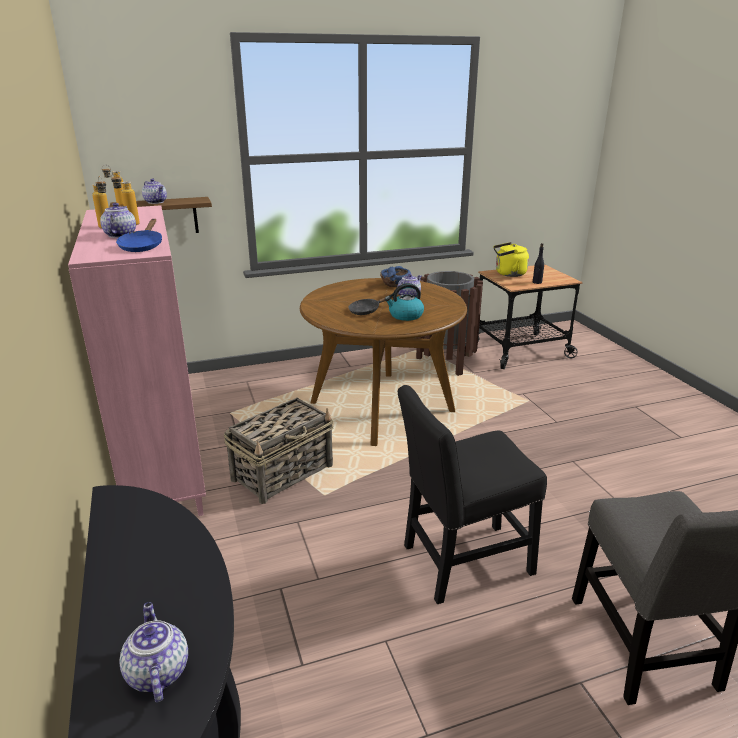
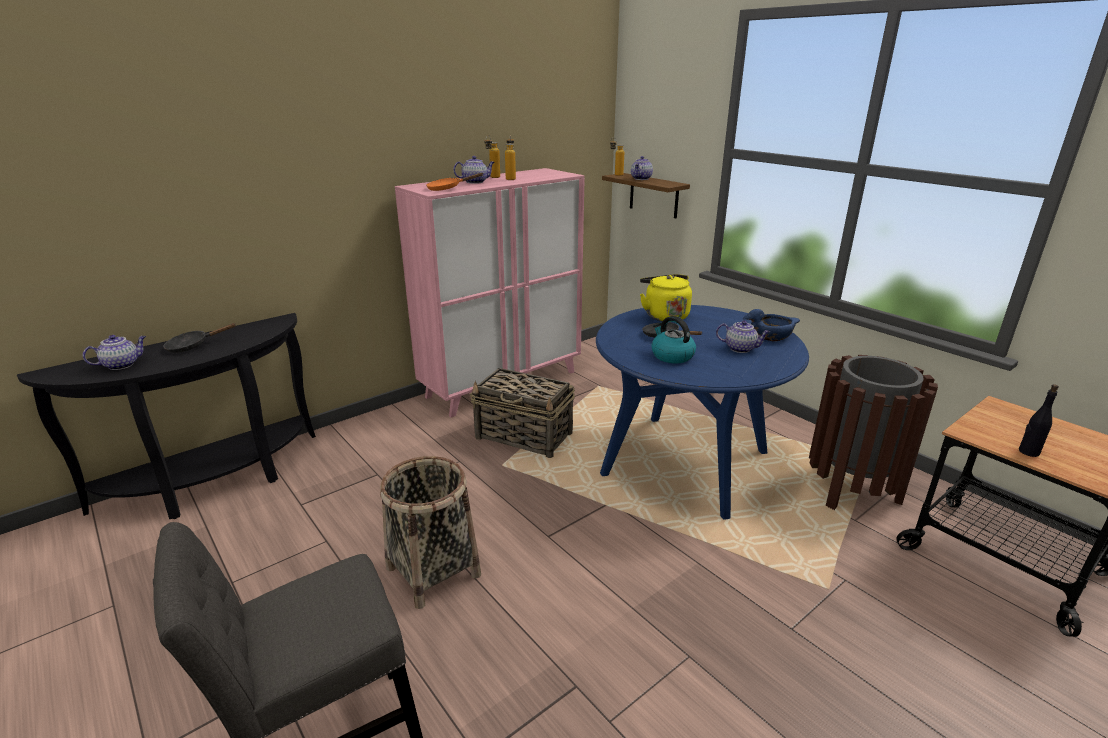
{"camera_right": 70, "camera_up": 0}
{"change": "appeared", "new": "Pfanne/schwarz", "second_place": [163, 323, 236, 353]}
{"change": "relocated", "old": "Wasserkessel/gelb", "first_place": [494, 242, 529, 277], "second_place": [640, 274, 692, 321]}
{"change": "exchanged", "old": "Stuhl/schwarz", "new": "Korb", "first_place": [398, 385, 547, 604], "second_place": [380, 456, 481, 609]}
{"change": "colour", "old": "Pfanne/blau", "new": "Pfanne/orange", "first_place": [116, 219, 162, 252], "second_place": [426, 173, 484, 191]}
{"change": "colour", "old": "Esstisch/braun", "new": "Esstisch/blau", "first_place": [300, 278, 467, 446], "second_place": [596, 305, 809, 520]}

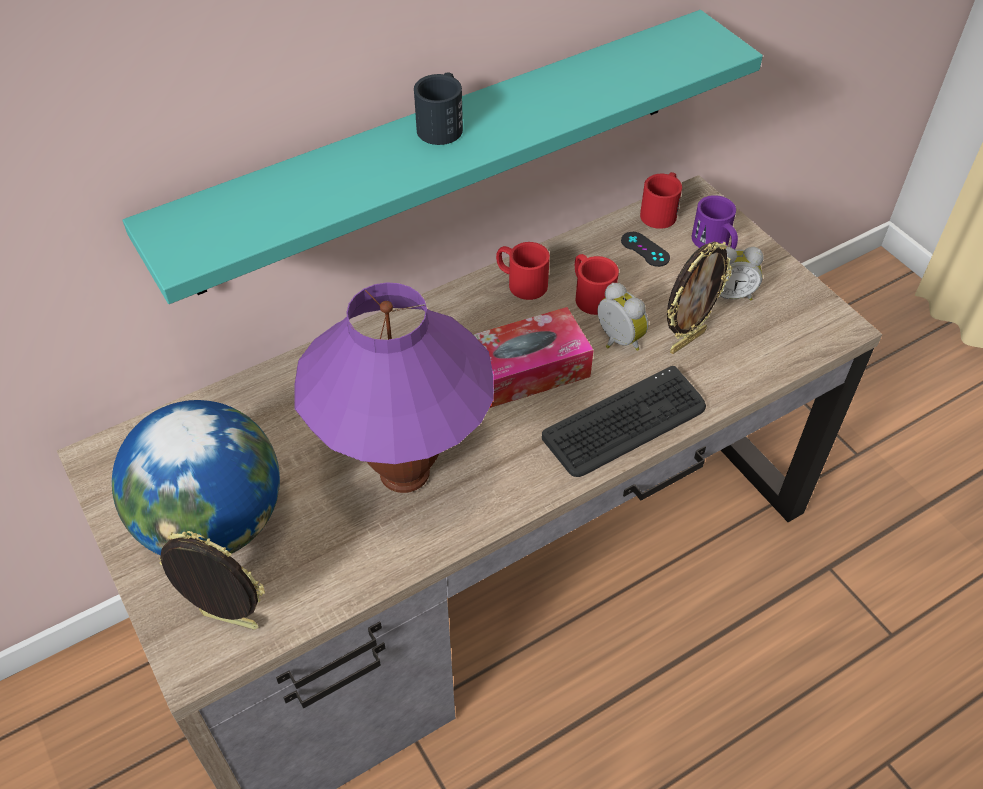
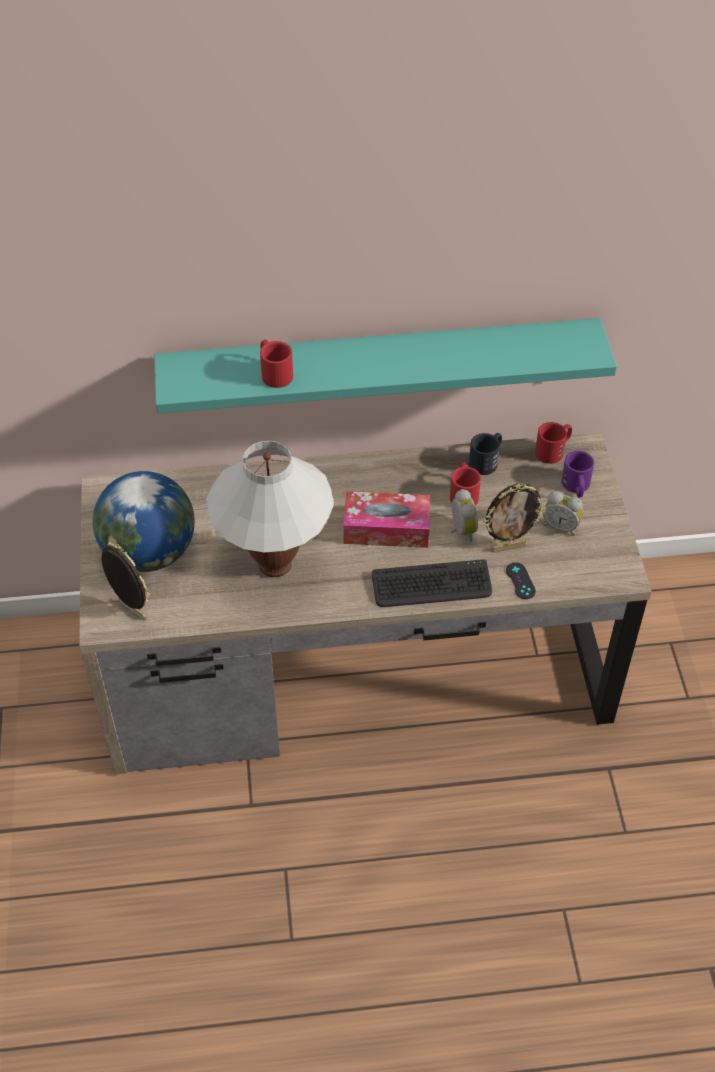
{"camera_right": 25, "camera_up": 0}
{"change": "relocated", "old": "Henkelbecher/schwarz", "first_place": [414, 72, 463, 145], "second_place": [469, 433, 502, 475]}
{"change": "relocated", "old": "Henkelbecher/rot", "first_place": [496, 242, 550, 300], "second_place": [260, 340, 293, 388]}
{"change": "relocated", "old": "Gamepad/schwarz", "first_place": [621, 232, 670, 267], "second_place": [506, 562, 536, 599]}
{"change": "colour", "old": "Tischlampe/lila", "new": "Tischlampe/weiß", "first_place": [295, 282, 494, 493], "second_place": [206, 441, 334, 577]}

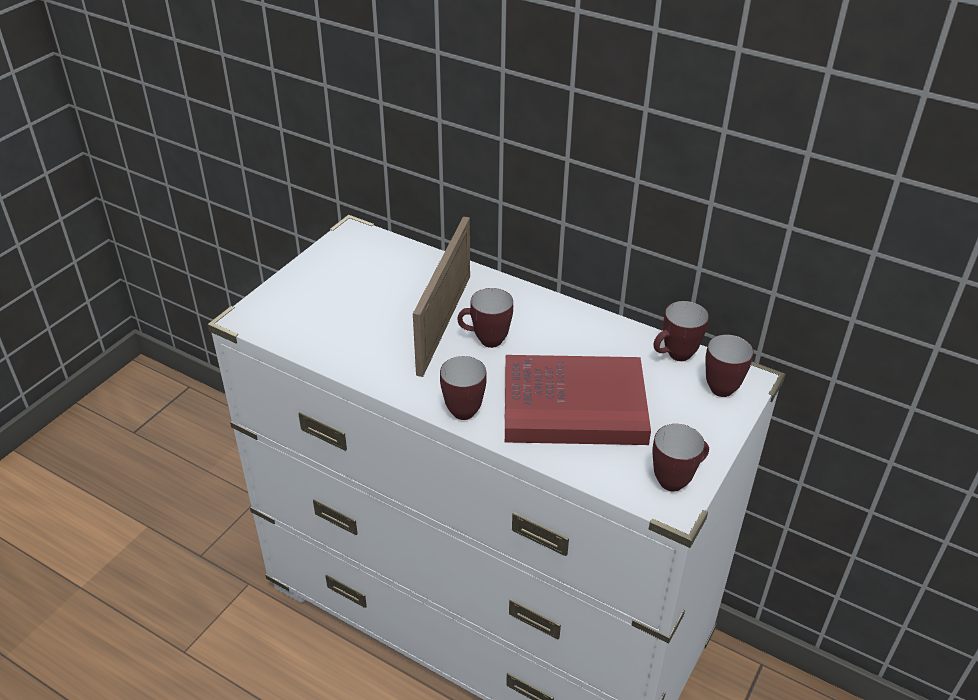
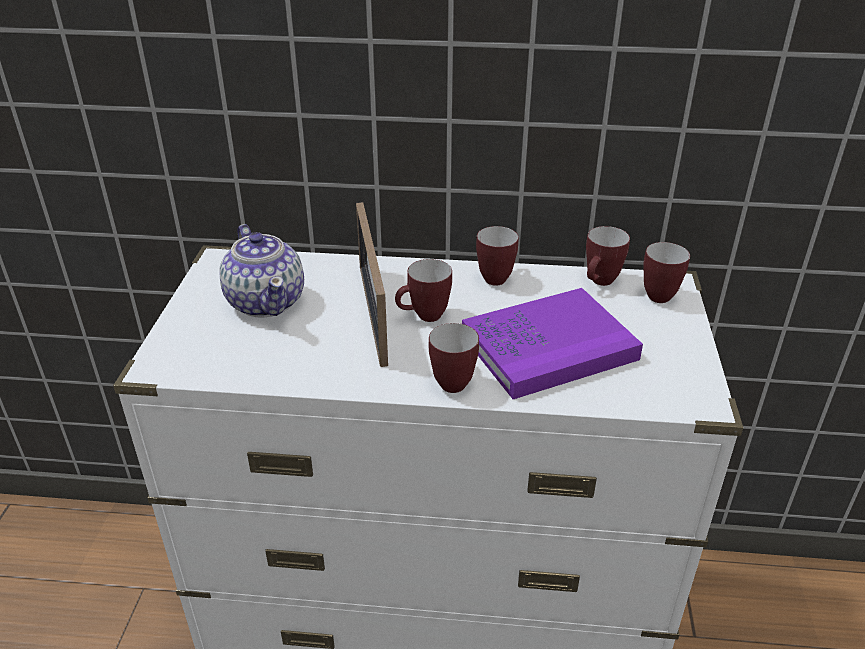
{"camera_right": -25, "camera_up": -5}
{"change": "appeared", "new": "Teekanne", "second_place": [219, 224, 304, 318]}
{"change": "relocated", "old": "Henkelbecher", "first_place": [652, 424, 709, 492], "second_place": [476, 226, 519, 286]}
{"change": "colour", "old": "Buch/rot", "new": "Buch/lila", "first_place": [505, 355, 651, 445], "second_place": [462, 288, 643, 399]}

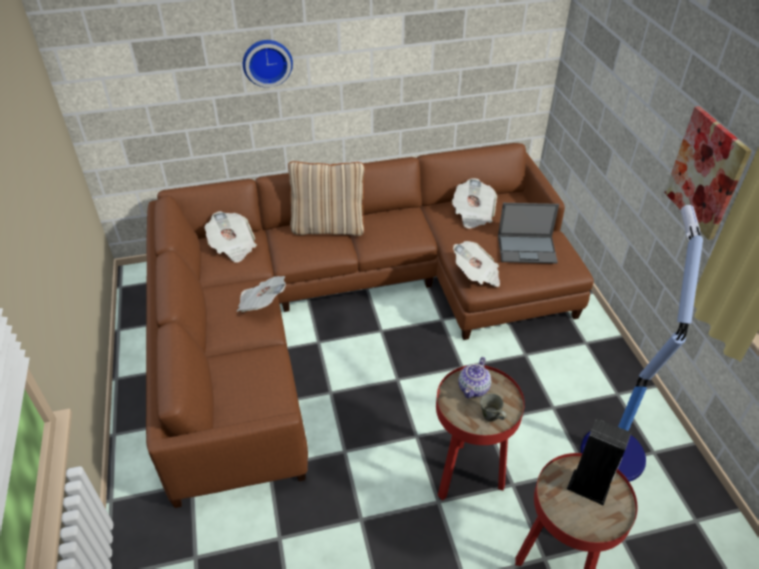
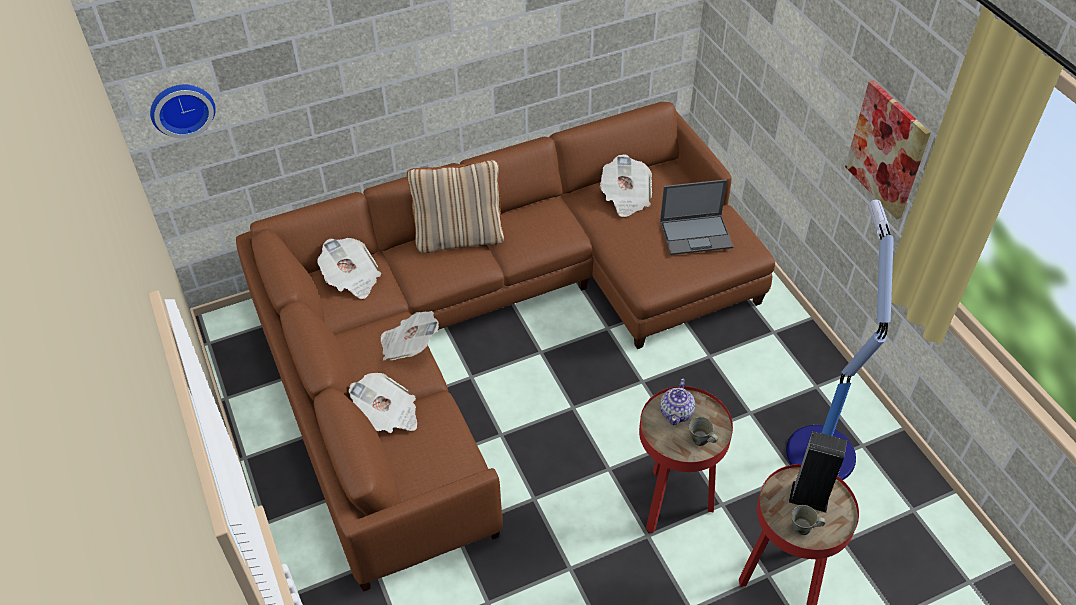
{"camera_right": -10, "camera_up": 5}
{"change": "appeared", "new": "Henkelbecher/grau", "second_place": [791, 505, 825, 535]}
{"change": "relocated", "old": "Wanduhr", "first_place": [243, 40, 293, 88], "second_place": [150, 85, 216, 139]}
{"change": "relocated", "old": "Zeitung", "first_place": [453, 241, 500, 287], "second_place": [349, 373, 417, 433]}

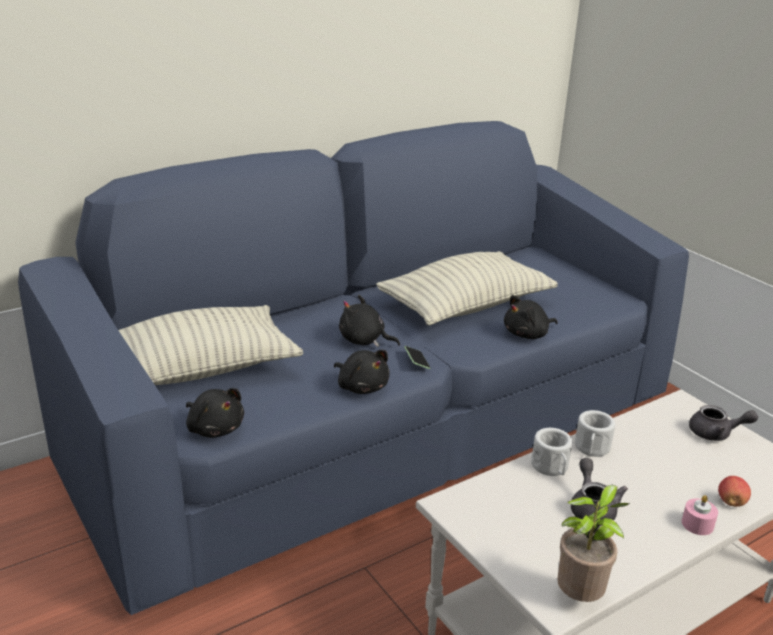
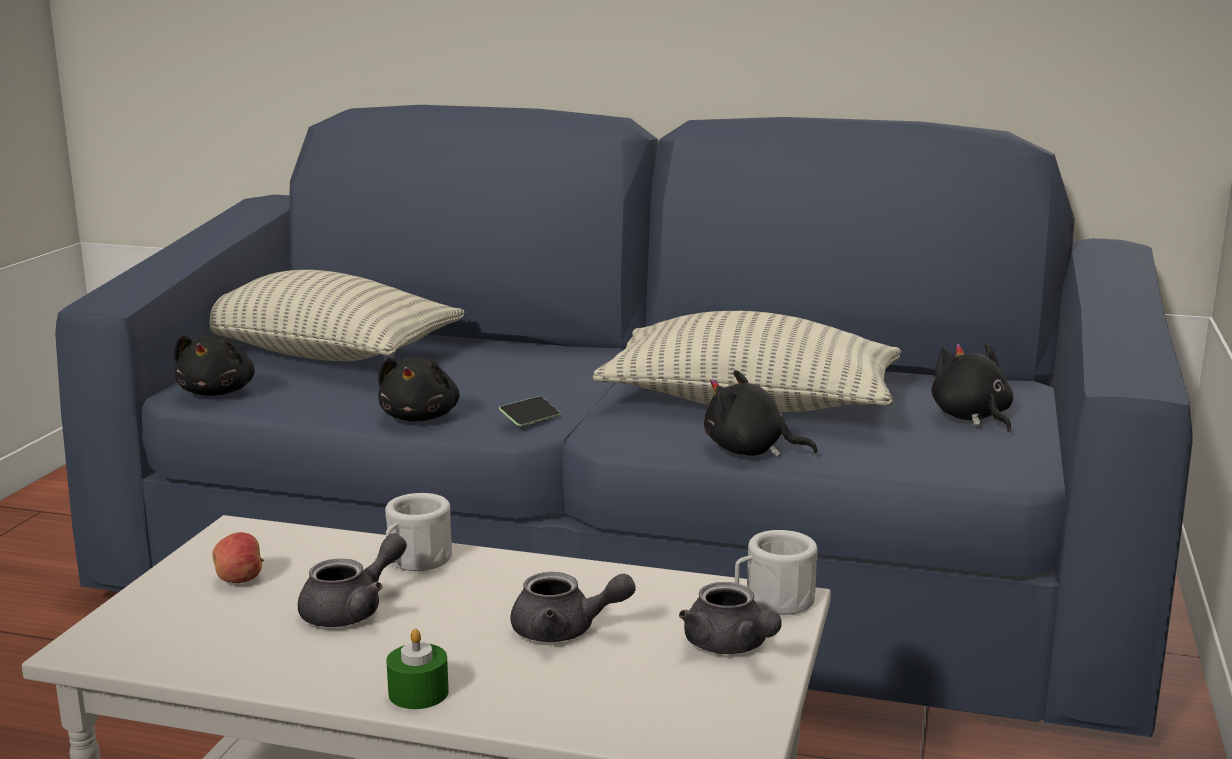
{"camera_right": 50, "camera_up": -10}
{"change": "missing", "old": "Topfpflanze", "first_place": [557, 485, 630, 602]}
{"change": "appeared", "new": "Teekanne/grau", "second_place": [510, 572, 635, 642]}
{"change": "relocated", "old": "Plüschtier/schwarz", "first_place": [339, 295, 400, 347], "second_place": [932, 343, 1013, 432]}
{"change": "relocated", "old": "Henkelbecher/weiß", "first_place": [575, 410, 615, 457], "second_place": [735, 530, 818, 615]}
{"change": "relocated", "old": "Apfel", "first_place": [718, 476, 751, 507], "second_place": [212, 532, 264, 583]}
{"change": "colour", "old": "Kerze/rosa", "new": "Kerze/grün", "first_place": [682, 495, 718, 535], "second_place": [386, 629, 449, 709]}

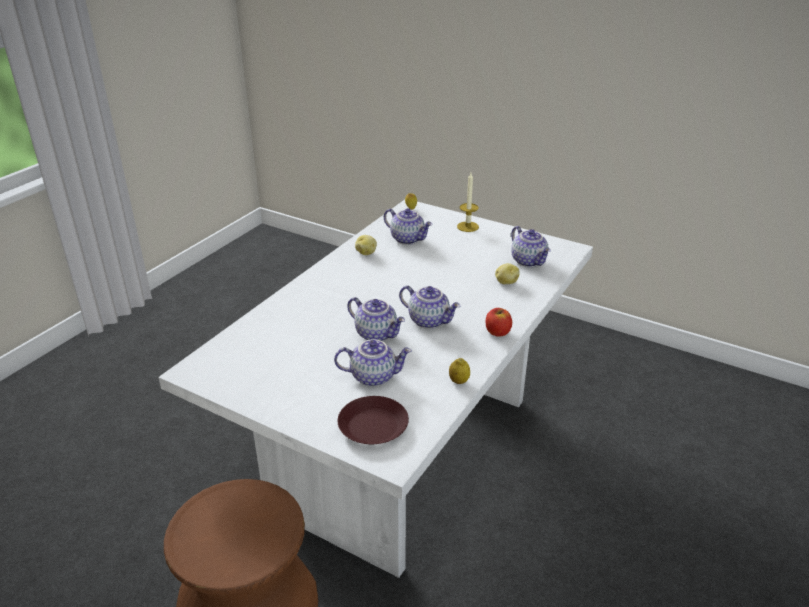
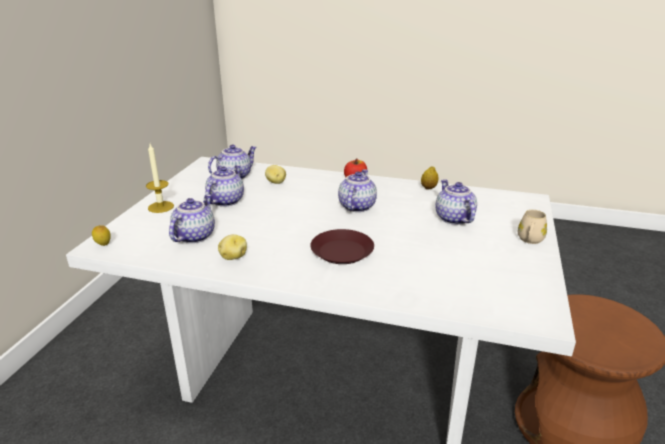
{"camera_right": -105, "camera_up": -5}
{"change": "appeared", "new": "Henkelbecher/beige", "second_place": [518, 210, 547, 244]}
{"change": "relocated", "old": "Teller/braun", "first_place": [338, 396, 409, 444], "second_place": [310, 229, 374, 264]}
{"change": "relocated", "old": "Teekanne", "first_place": [347, 297, 405, 341], "second_place": [205, 165, 244, 207]}

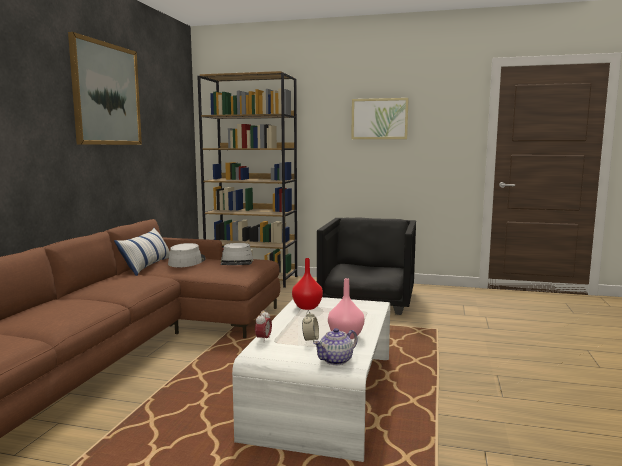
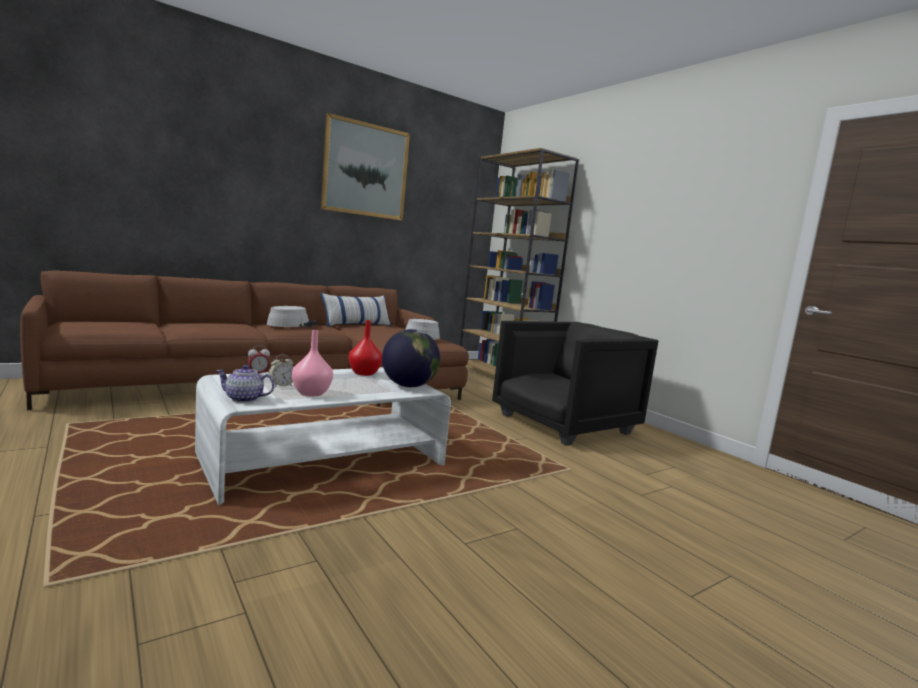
{"camera_right": 40, "camera_up": 0}
{"change": "missing", "old": "Bild", "first_place": [351, 98, 409, 139]}
{"change": "appeared", "new": "Globus", "second_place": [382, 329, 440, 387]}
{"change": "relocated", "old": "Hut/grau", "first_place": [168, 243, 206, 267], "second_place": [267, 306, 318, 327]}

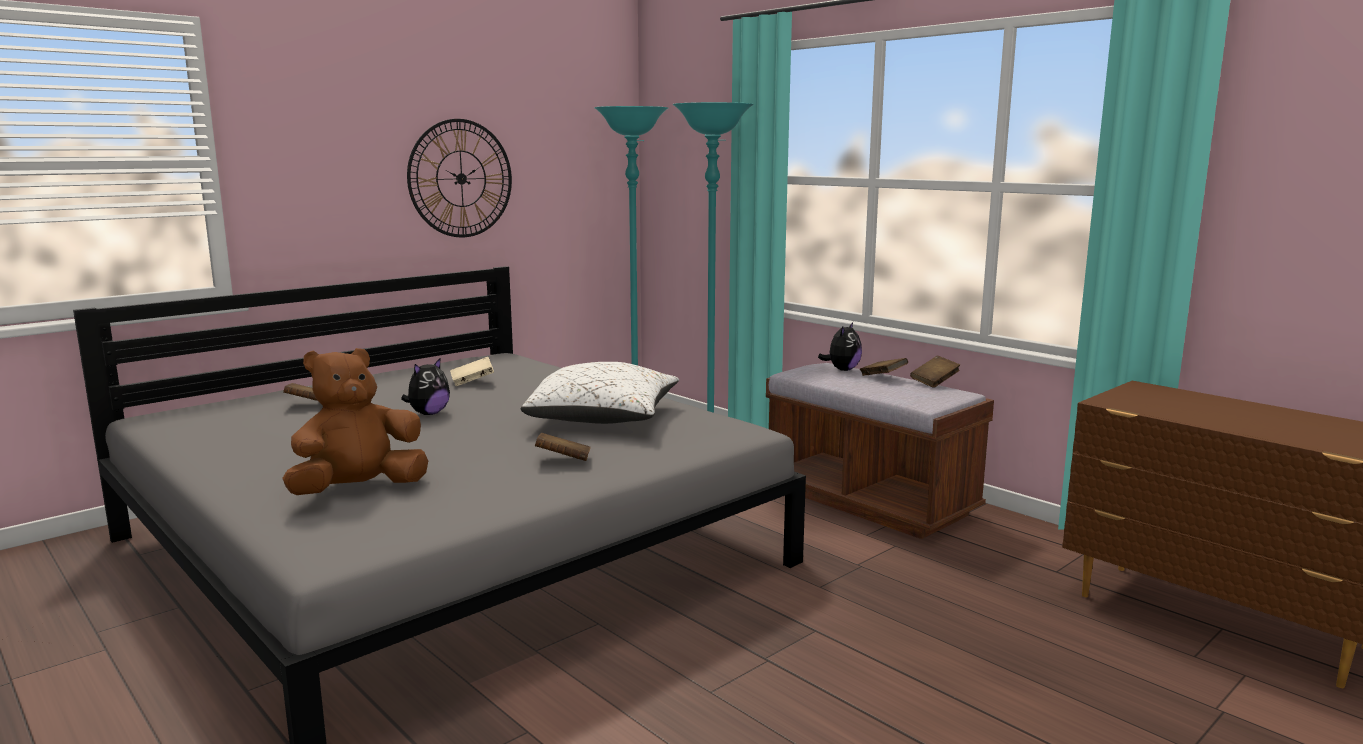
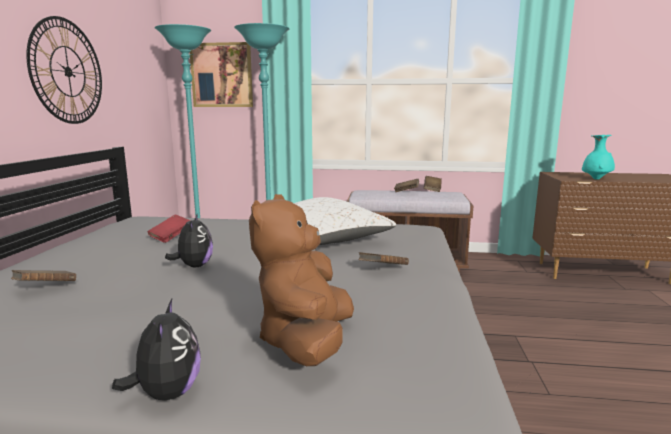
{"camera_right": -40, "camera_up": 0}
{"change": "appeared", "new": "Bild", "second_place": [190, 42, 253, 107]}
{"change": "appeared", "new": "Vase/türkis", "second_place": [582, 135, 615, 180]}
{"change": "relocated", "old": "Plüschtier", "first_place": [818, 322, 862, 371], "second_place": [112, 299, 201, 400]}
{"change": "colour", "old": "Buch/beige", "new": "Buch/rot", "first_place": [450, 357, 494, 386], "second_place": [148, 215, 191, 243]}

